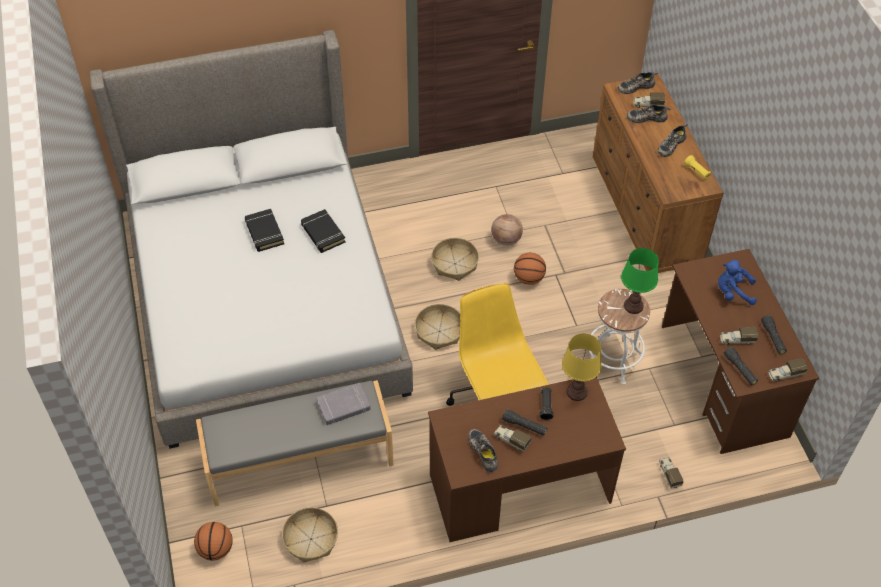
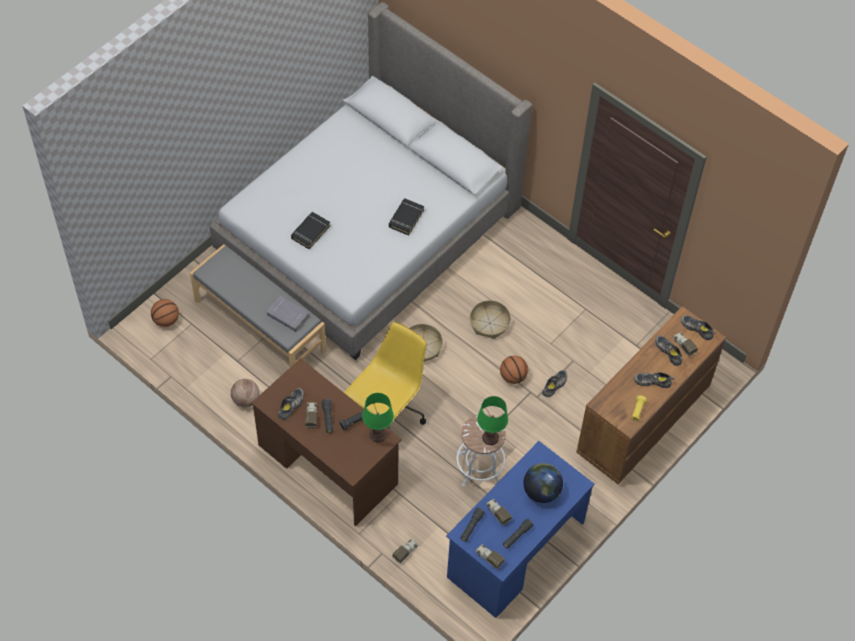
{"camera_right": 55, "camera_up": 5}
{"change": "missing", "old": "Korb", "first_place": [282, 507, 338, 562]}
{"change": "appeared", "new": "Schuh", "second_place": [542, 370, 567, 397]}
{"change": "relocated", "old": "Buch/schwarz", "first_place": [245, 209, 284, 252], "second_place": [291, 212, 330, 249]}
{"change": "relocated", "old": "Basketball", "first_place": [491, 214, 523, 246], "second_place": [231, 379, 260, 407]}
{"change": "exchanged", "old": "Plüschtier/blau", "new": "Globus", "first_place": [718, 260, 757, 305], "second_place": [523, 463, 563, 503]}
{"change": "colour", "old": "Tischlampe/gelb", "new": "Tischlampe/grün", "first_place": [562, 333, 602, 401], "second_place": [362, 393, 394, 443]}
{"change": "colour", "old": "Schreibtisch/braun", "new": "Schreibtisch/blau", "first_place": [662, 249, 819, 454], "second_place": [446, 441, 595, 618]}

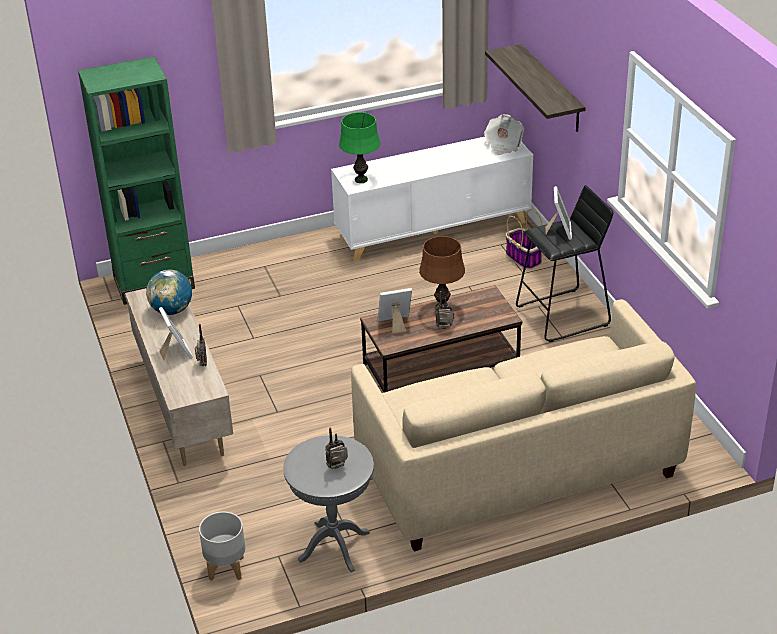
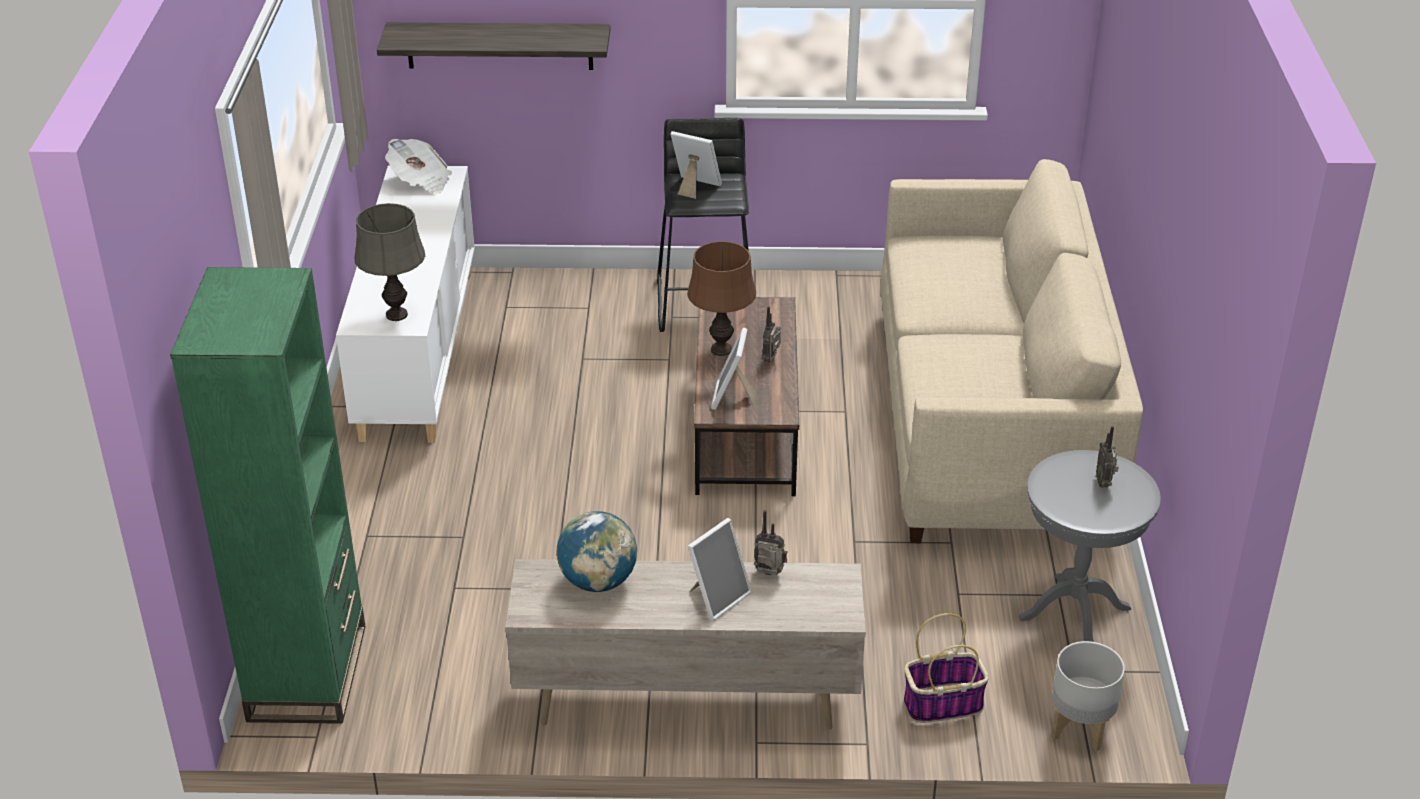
{"camera_right": -70, "camera_up": 0}
{"change": "relocated", "old": "Korb", "first_place": [506, 209, 542, 270], "second_place": [904, 613, 989, 723]}
{"change": "colour", "old": "Tischlampe/grün", "new": "Tischlampe/grau", "first_place": [339, 112, 381, 183], "second_place": [354, 203, 425, 321]}
{"change": "spun", "old": "Bilderrahmen", "first_place": [159, 307, 193, 360], "second_place": [688, 518, 752, 621], "degrees": 135}

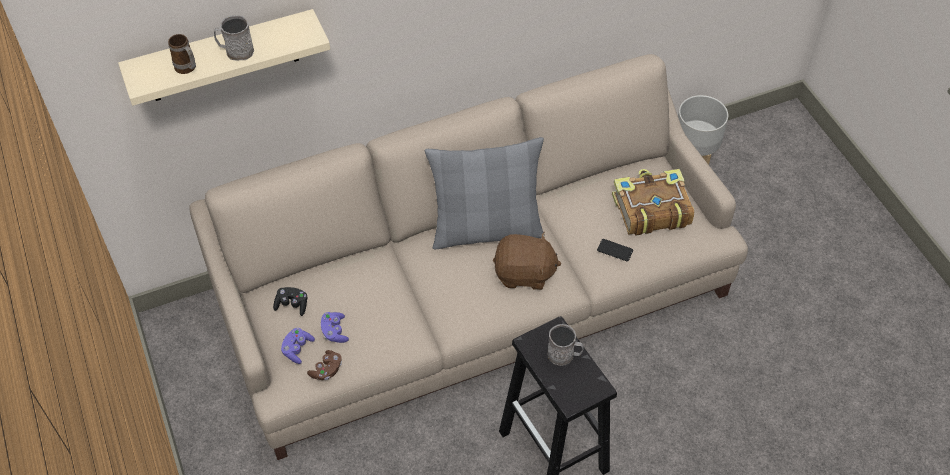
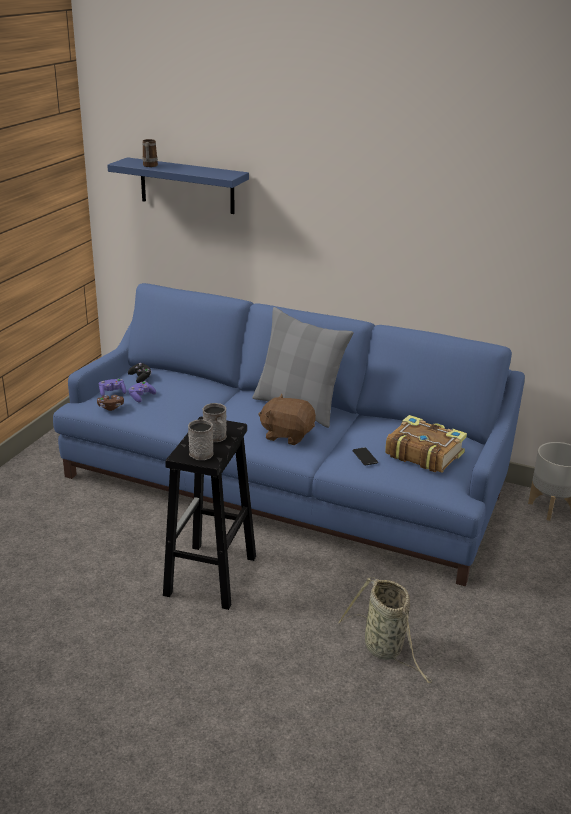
{"camera_right": 45, "camera_up": -25}
{"change": "appeared", "new": "Korb", "second_place": [338, 577, 432, 683]}
{"change": "relocated", "old": "Henkelbecher/grau", "first_place": [214, 15, 254, 60], "second_place": [188, 419, 213, 460]}
{"change": "colour", "old": "Wandregal/beige", "new": "Wandregal/blau", "first_place": [118, 9, 330, 106], "second_place": [107, 157, 249, 214]}
{"change": "colour", "old": "Sofa/beige", "new": "Sofa/blau", "first_place": [189, 54, 748, 460], "second_place": [53, 283, 525, 586]}
{"change": "spun", "old": "Plüschtier/braun", "first_place": [493, 232, 561, 290], "second_place": [258, 394, 316, 445], "degrees": 150}

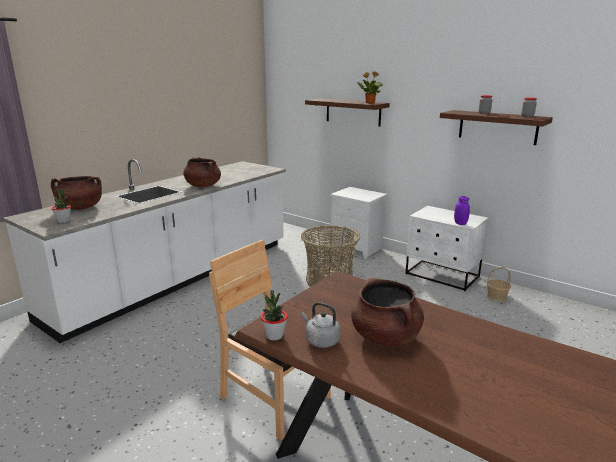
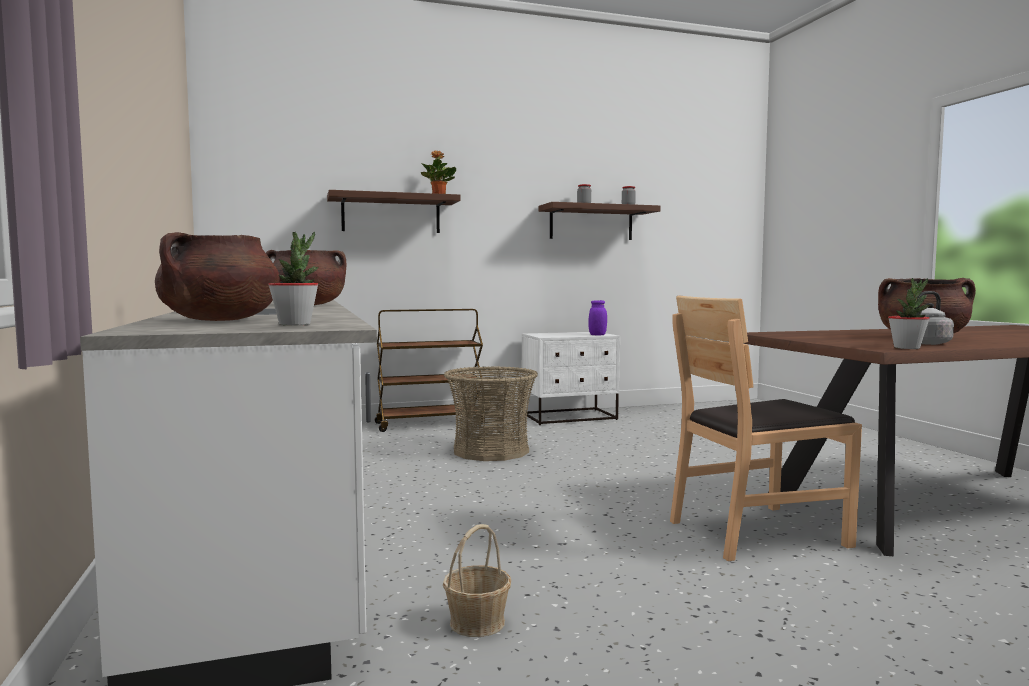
{"camera_right": -55, "camera_up": -15}
{"change": "relocated", "old": "Korb", "first_place": [487, 267, 511, 302], "second_place": [443, 524, 511, 637]}
{"change": "exchanged", "old": "Nachttisch/weiß", "new": "Rollwagen/braun", "first_place": [330, 187, 387, 259], "second_place": [375, 309, 483, 432]}

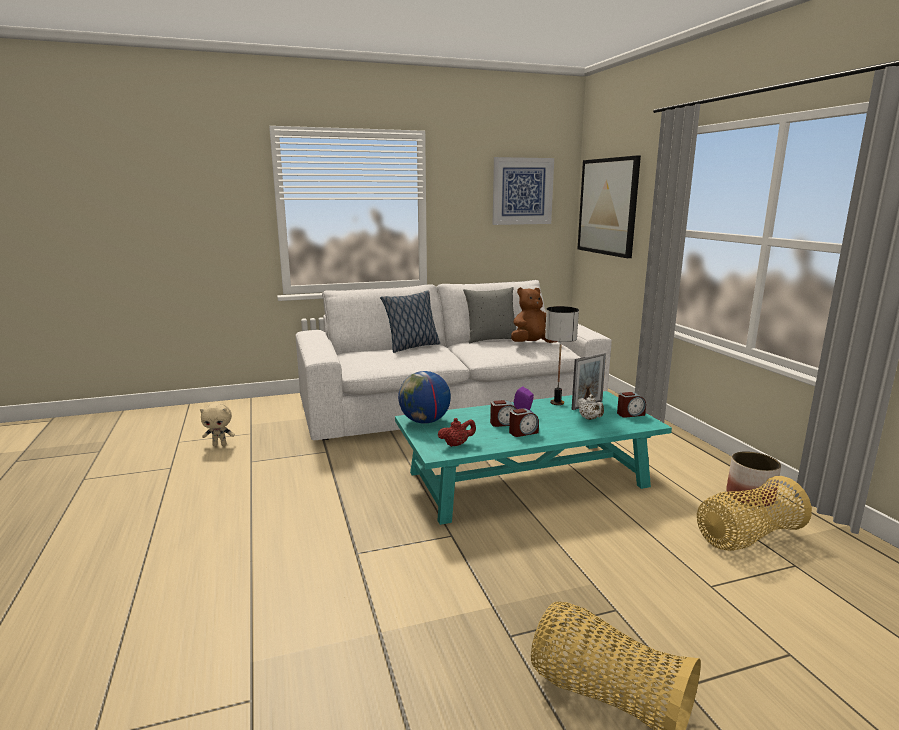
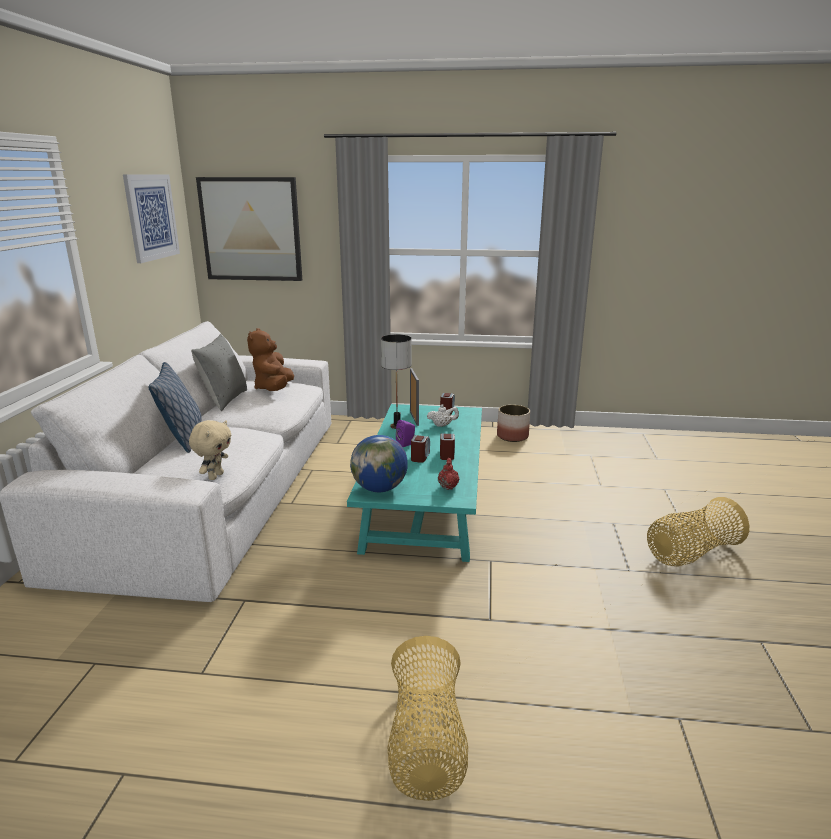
{"camera_right": -65, "camera_up": 5}
{"change": "relocated", "old": "Plüschtier/beige", "first_place": [200, 403, 235, 446], "second_place": [189, 420, 231, 480]}
{"change": "relocated", "old": "Korb", "first_place": [697, 476, 812, 551], "second_place": [388, 636, 468, 801]}

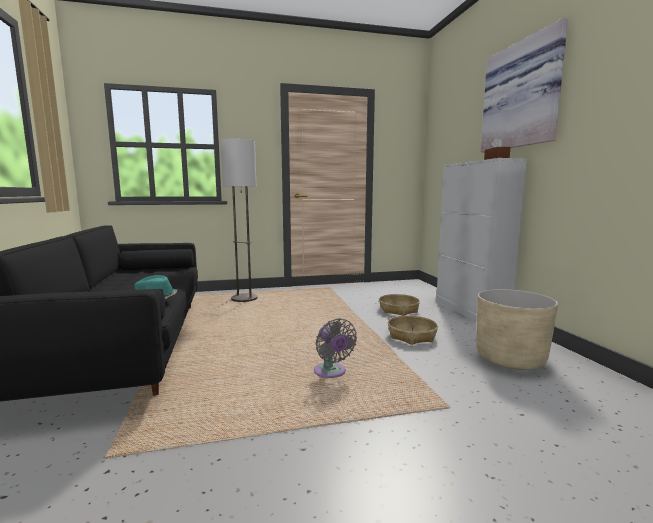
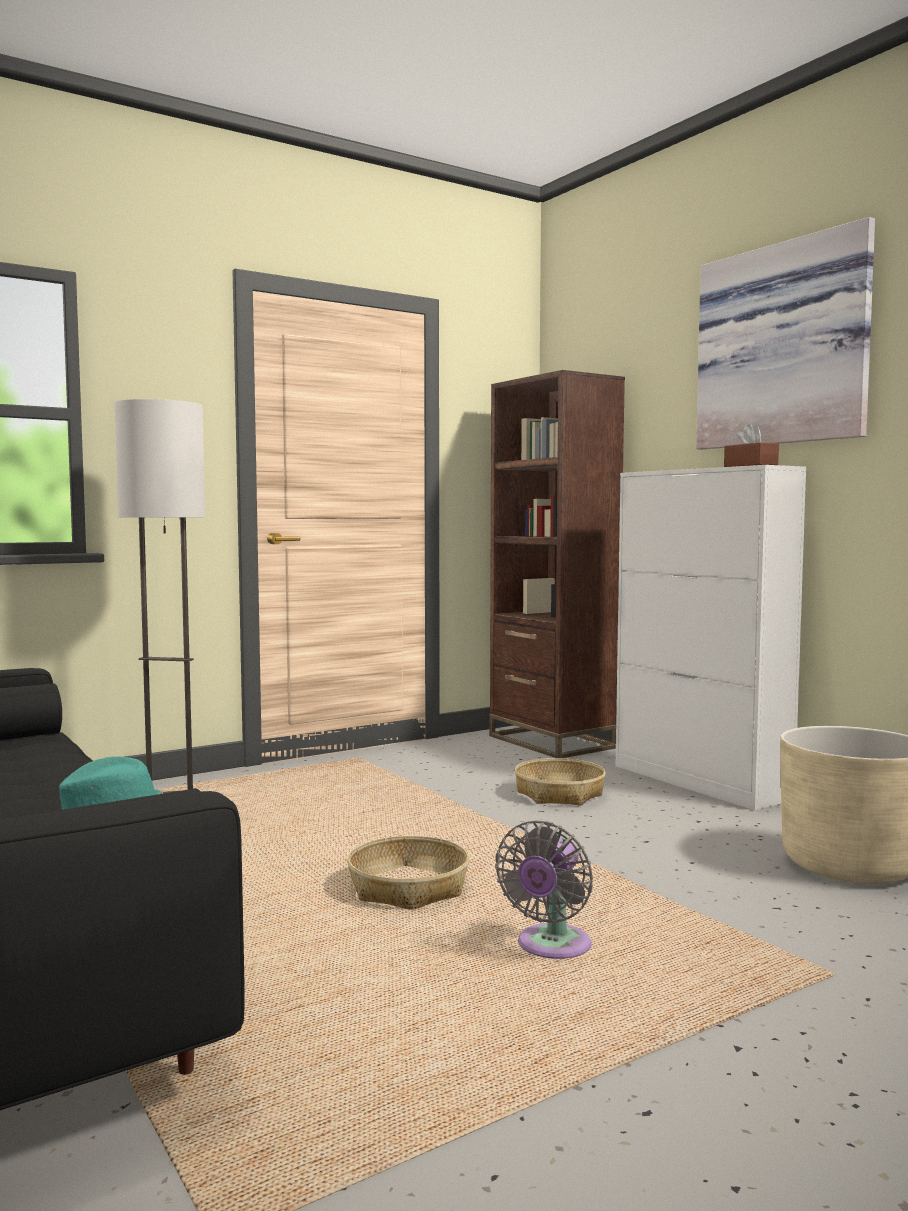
{"camera_right": -20, "camera_up": -5}
{"change": "appeared", "new": "Bücherregal/braun", "second_place": [489, 370, 625, 758]}
{"change": "relocated", "old": "Korb", "first_place": [388, 315, 438, 345], "second_place": [347, 836, 469, 910]}
{"change": "spun", "old": "Ventilator/grau", "first_place": [314, 318, 357, 378], "second_place": [495, 821, 593, 959], "degrees": 75}

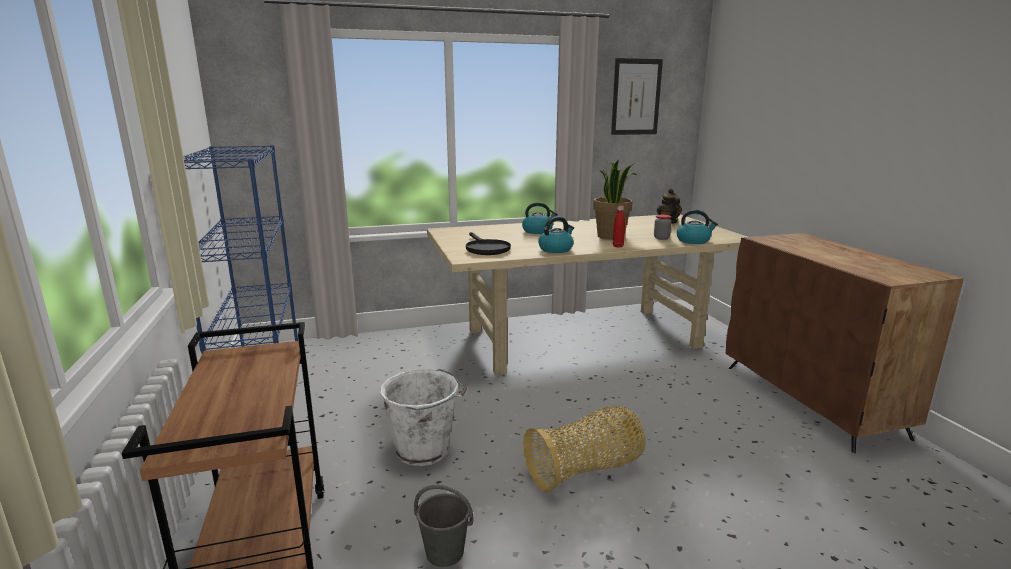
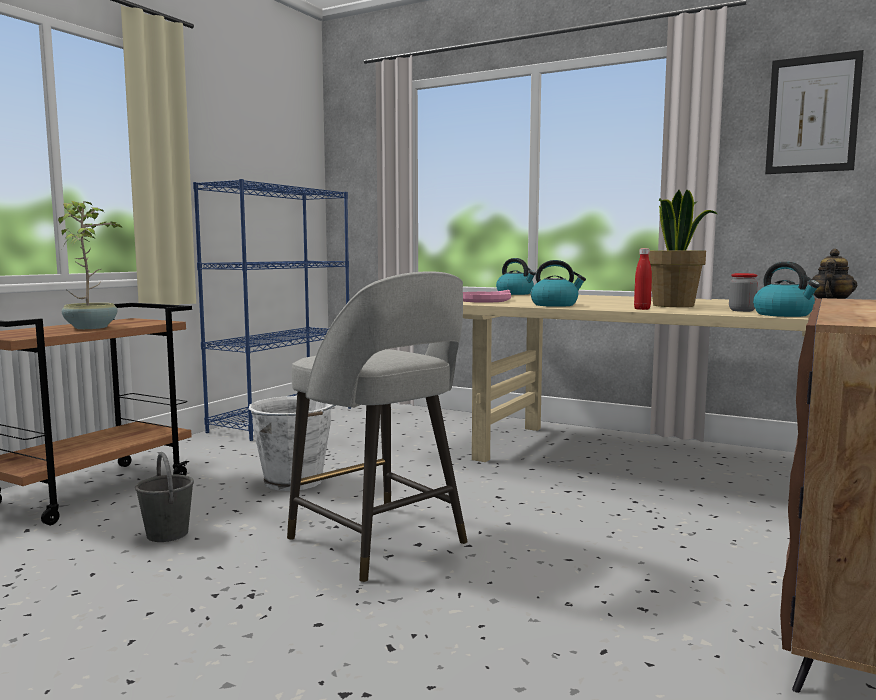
{"camera_right": 45, "camera_up": -10}
{"change": "appeared", "new": "Topfpflanze", "second_place": [58, 201, 123, 329]}
{"change": "relocated", "old": "Wasserkessel", "first_place": [522, 202, 558, 234], "second_place": [496, 258, 536, 295]}
{"change": "exchanged", "old": "Korb", "new": "Hocker/grau", "first_place": [523, 406, 645, 493], "second_place": [287, 271, 468, 583]}
{"change": "colour", "old": "Pfanne/schwarz", "new": "Pfanne/rosa", "first_place": [466, 232, 511, 255], "second_place": [463, 290, 511, 303]}

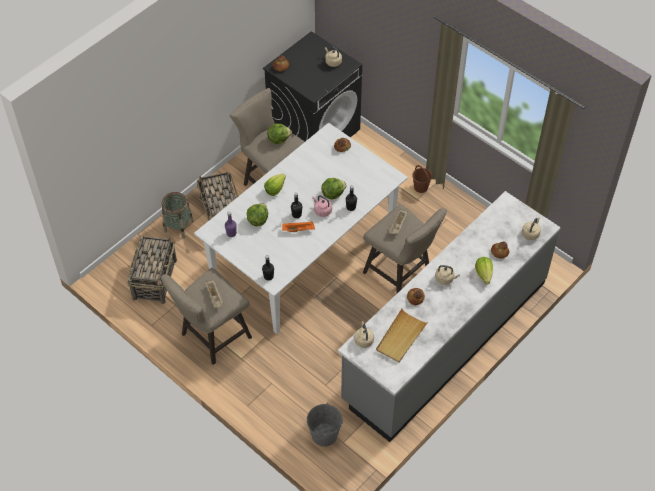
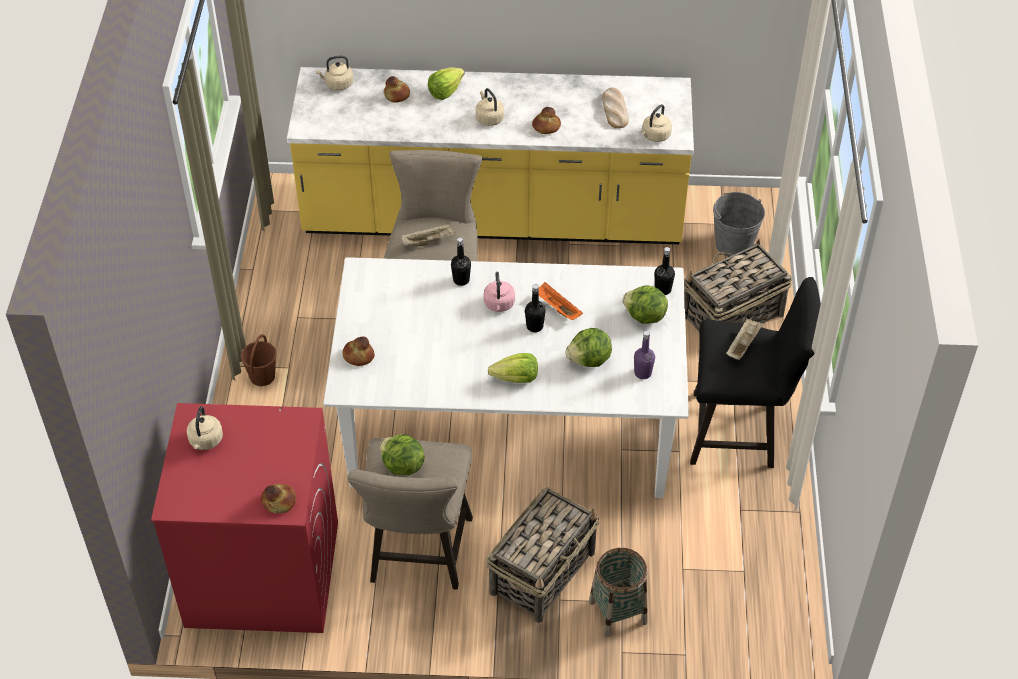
{"camera_right": -130, "camera_up": -5}
{"change": "relocated", "old": "Korb", "first_place": [127, 236, 177, 304], "second_place": [684, 239, 792, 332]}
{"change": "relocated", "old": "Salatkopf", "first_place": [321, 178, 347, 199], "second_place": [623, 285, 668, 324]}
{"change": "exchanged", "old": "Tablett/beige", "new": "Brot", "first_place": [376, 309, 428, 363], "second_place": [602, 88, 629, 128]}
{"change": "colour", "old": "Hocker/beige", "new": "Hocker/schwarz", "first_place": [161, 268, 252, 365], "second_place": [690, 277, 821, 468]}
{"change": "colour", "old": "Waschmaschine/schwarz", "new": "Waschmaschine/rot", "first_place": [263, 31, 362, 141], "second_place": [151, 403, 338, 633]}
{"change": "colour", "old": "Küchenzeile/grau", "new": "Küchenzeile/gelb", "first_place": [338, 191, 561, 442], "second_place": [287, 67, 694, 244]}

